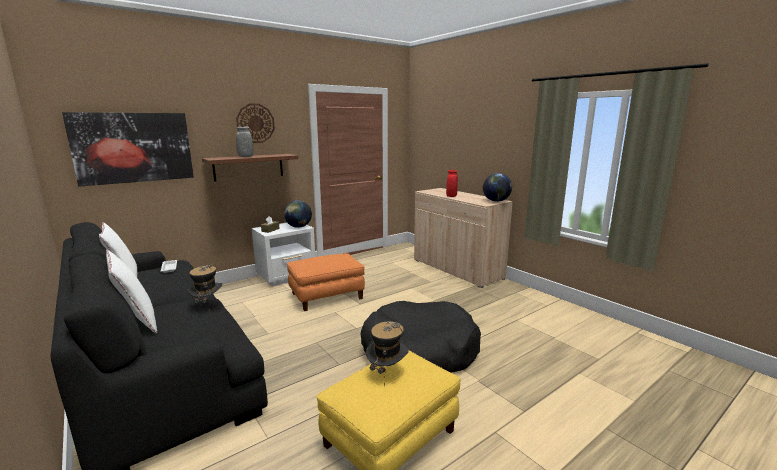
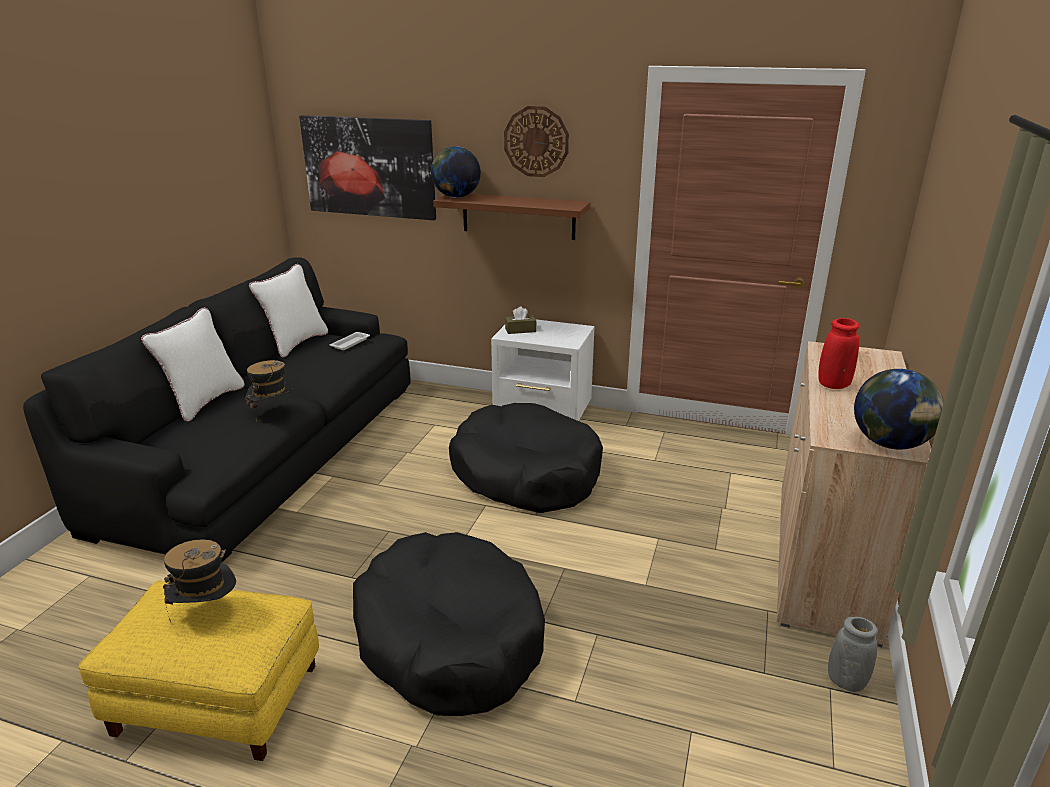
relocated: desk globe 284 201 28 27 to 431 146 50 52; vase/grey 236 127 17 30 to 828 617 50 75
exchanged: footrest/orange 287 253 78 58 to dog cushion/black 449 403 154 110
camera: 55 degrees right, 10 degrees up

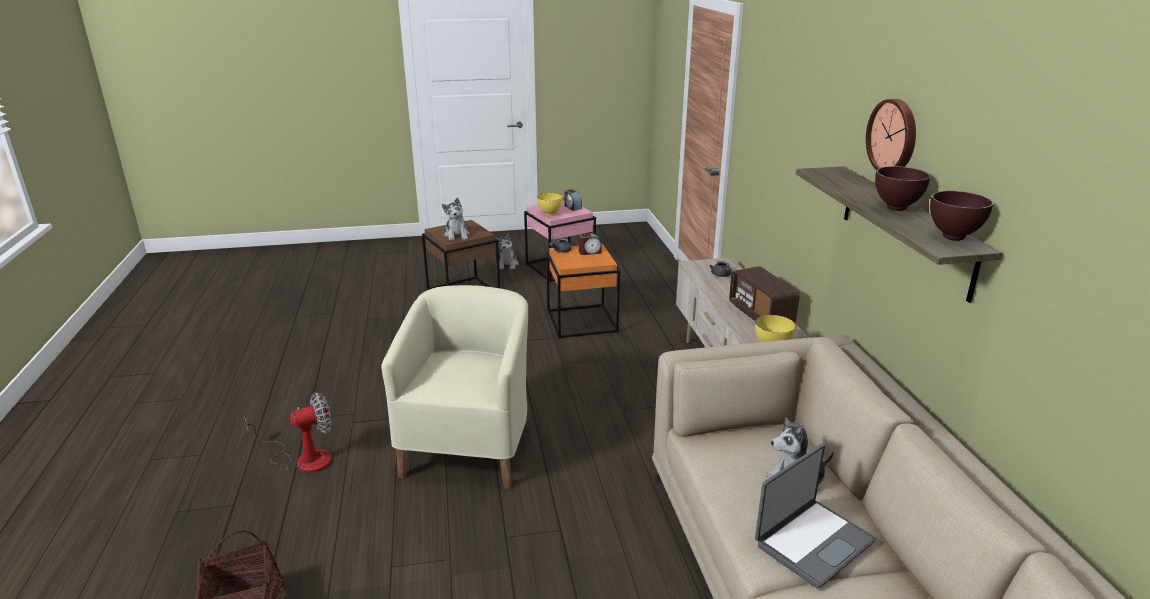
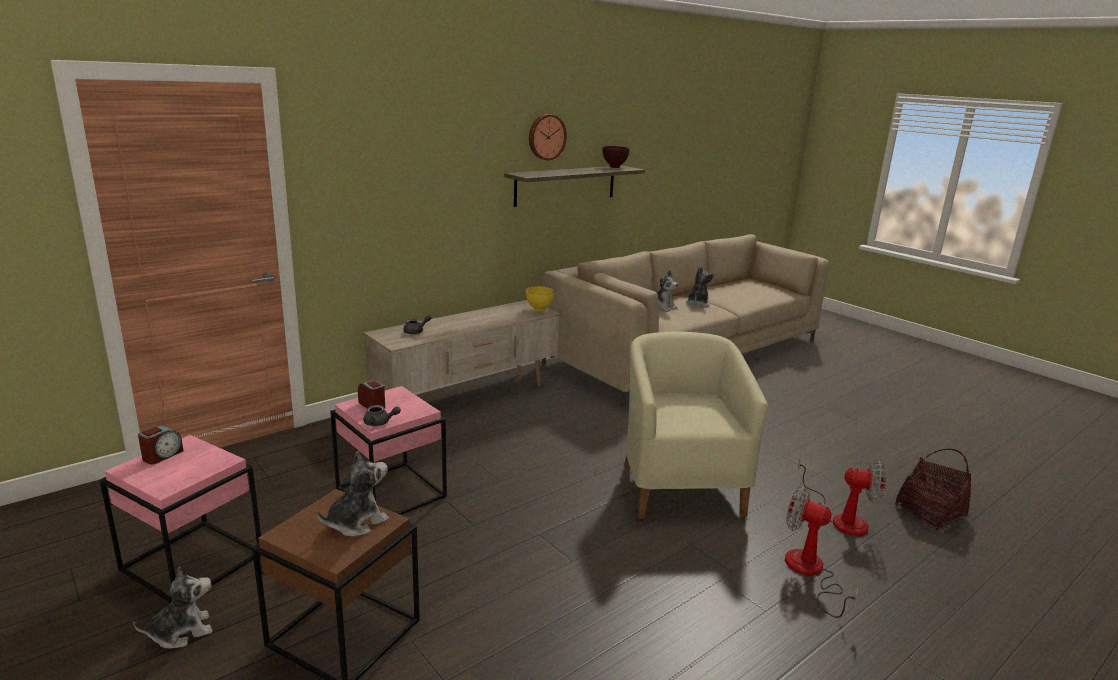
missing: deep dish/yellowish 537 193 26 23; radio 729 266 71 56; deep dish/brown 875 166 56 45
appeared: electric fan 798 457 89 79
exchanged: laptop 755 444 121 145 to soft toy 686 266 29 41
colour: accent table/orange 546 244 74 95 to accent table/pinkish 330 386 117 129
spun: armchair/beige-coloured 382 285 146 204 = 624 332 144 187 105 degrees clockwise
camera: 120 degrees left, 5 degrees down

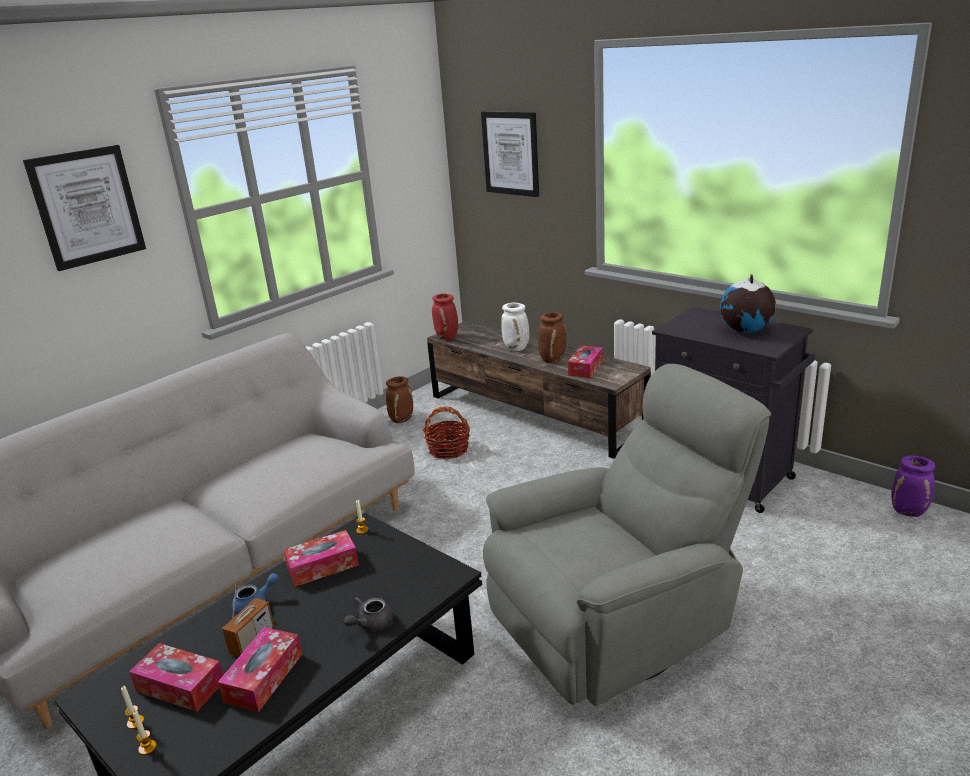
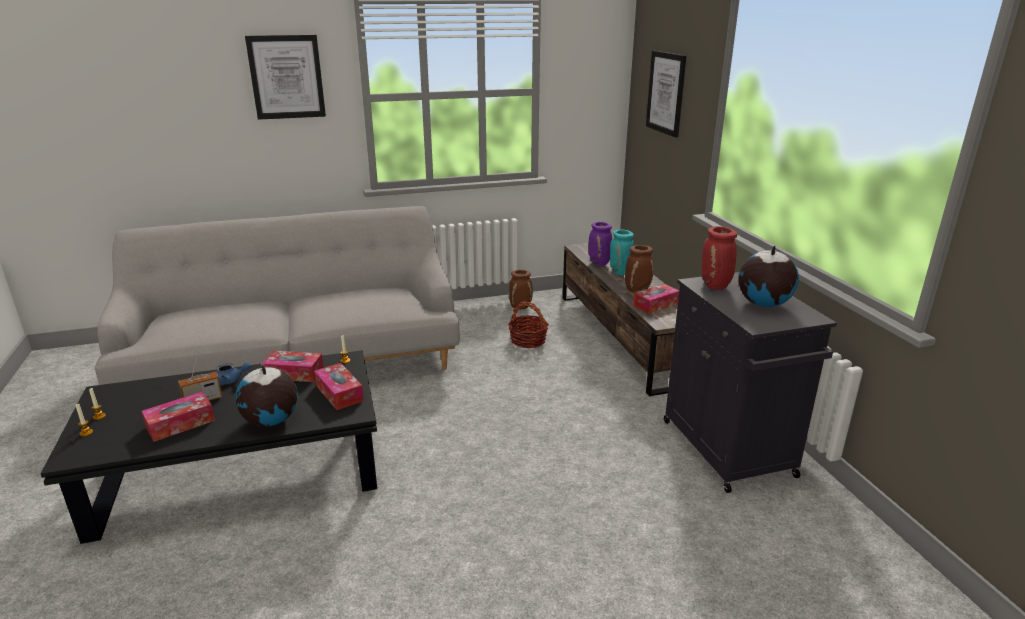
missing: armchair/grey 483 364 288 342
relocated: box of tissues 129 643 94 69 to 314 363 50 47; vase/purplish 891 455 44 62 to 589 222 23 44; vase/red-coloured 432 294 26 46 to 702 226 35 64
exchanged: tea pot/grey 344 597 49 34 to desk globe 235 364 63 63
colour: vase/white-coloured 501 303 28 48 to vase/turquoise-coloured 610 230 24 45
camera: 30 degrees right, 0 degrees up

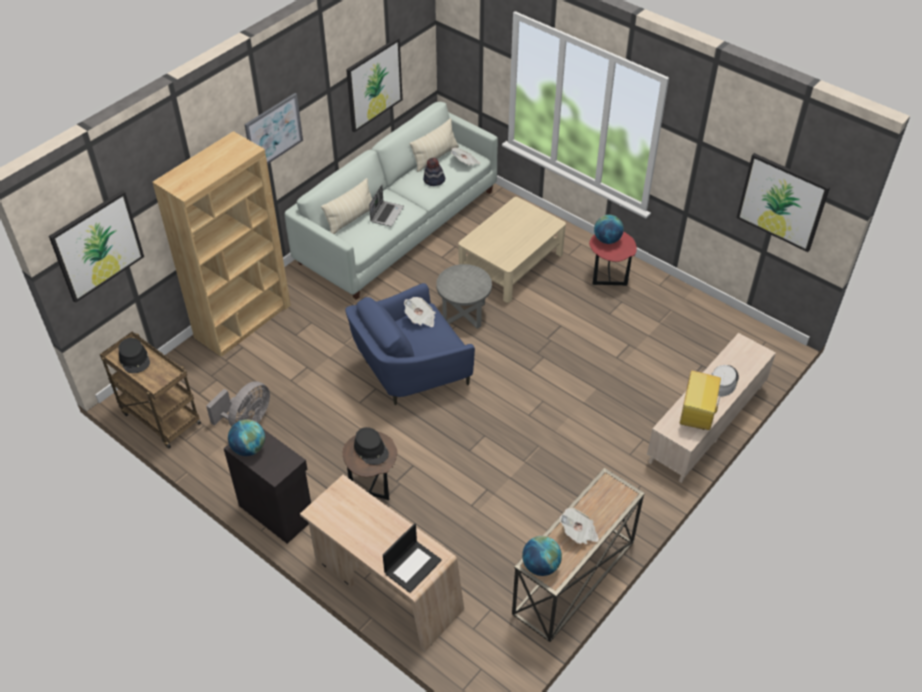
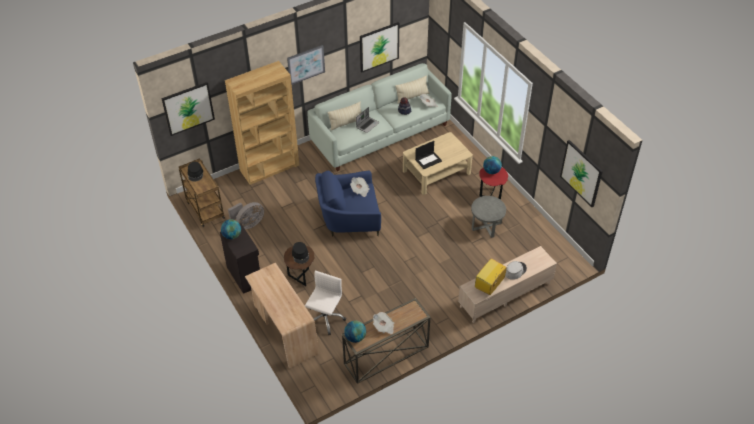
appeared: computer chair/white-coloured 305 271 41 64
relocated: laptop 383 523 59 70 to 415 141 27 28; accent table/grey 436 264 56 65 to 471 196 35 42
camera: 20 degrees right, 0 degrees up

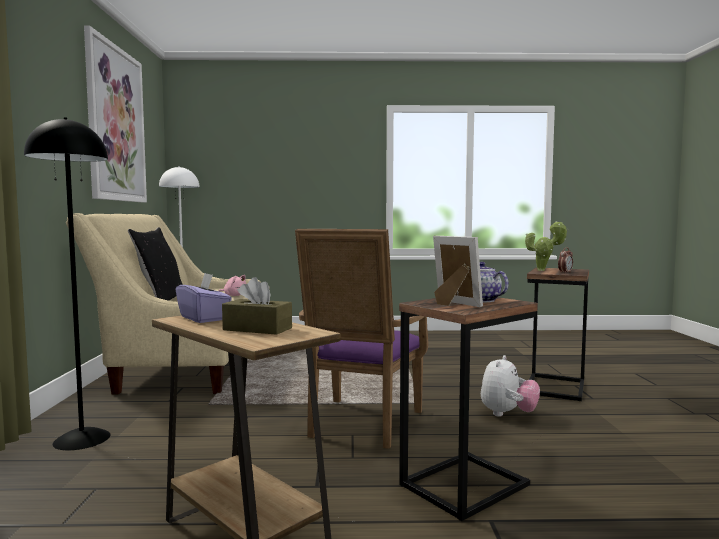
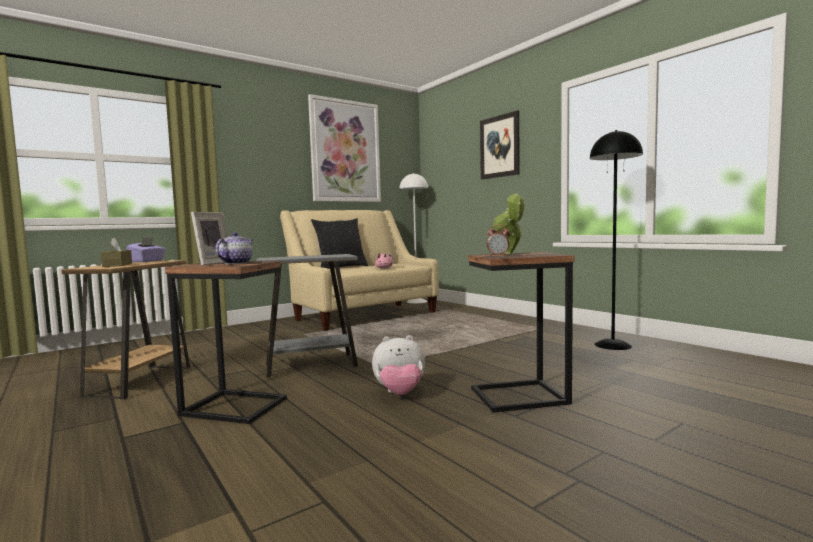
appeared: wall art 480 110 40 70
relocated: standing lamp/black 24 117 87 333 to 590 130 53 220
exchanged: armchair/purplish 295 229 134 220 to accent table/grey 256 254 102 123
camera: 55 degrees right, 0 degrees up

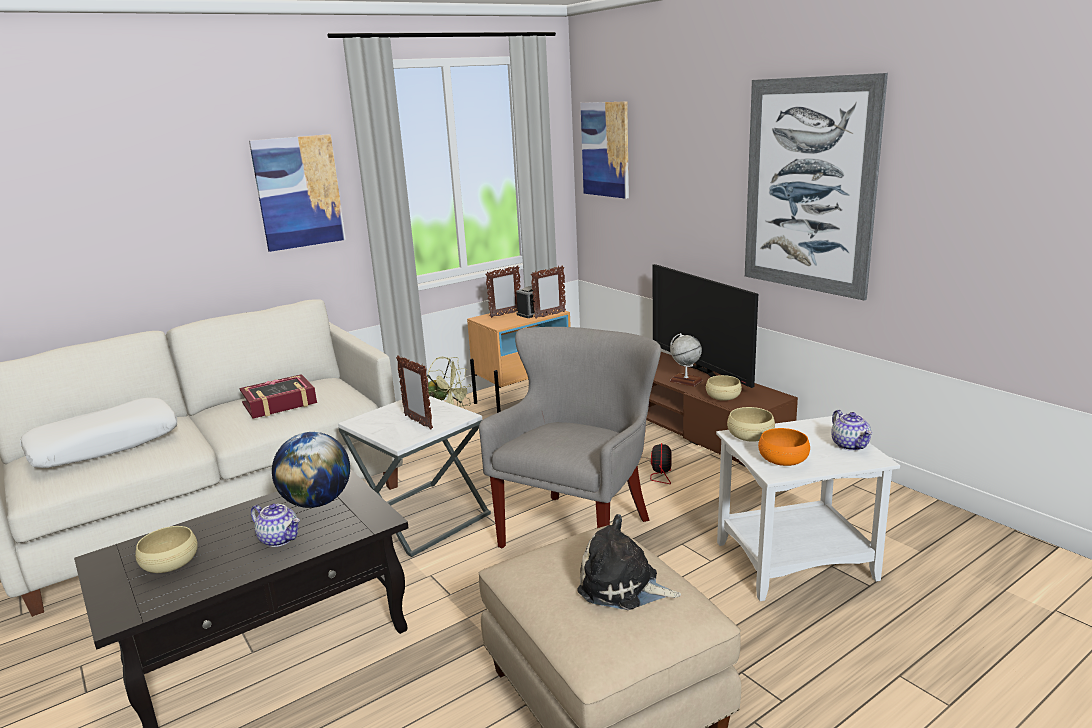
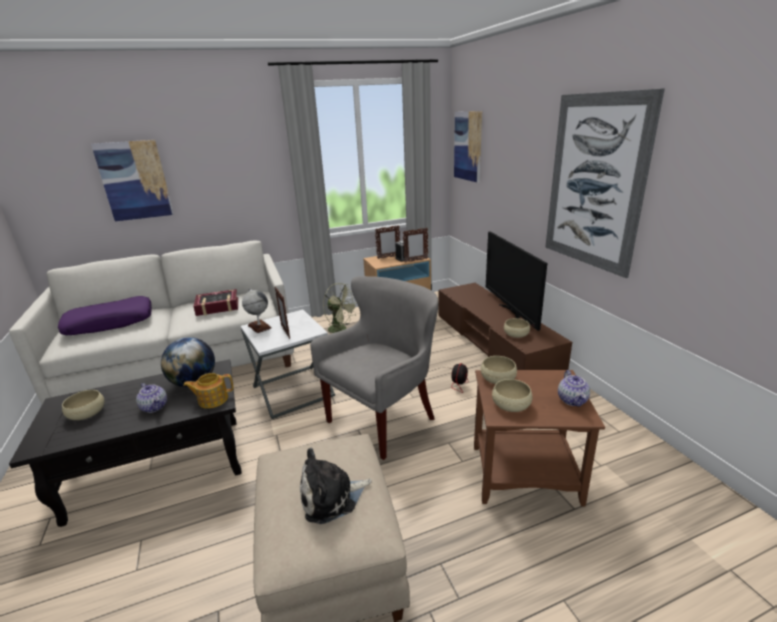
appeared: tea pot 183 373 50 35
relocated: wall art 249 134 97 118 to 91 140 83 81; desk globe 670 333 33 54 to 242 288 29 45
colour: pillow/white-coloured 20 397 157 71 to pillow/purplish 58 296 94 39; accent table/white-coloured 716 416 184 185 to accent table/brown 474 370 131 136; deep dish/orange 758 428 52 38 to deep dish/beige-coloured 492 379 40 33
spun: soft toy 577 514 104 96 = 300 448 72 76 60 degrees counterclockwise
camera: 15 degrees right, 5 degrees up

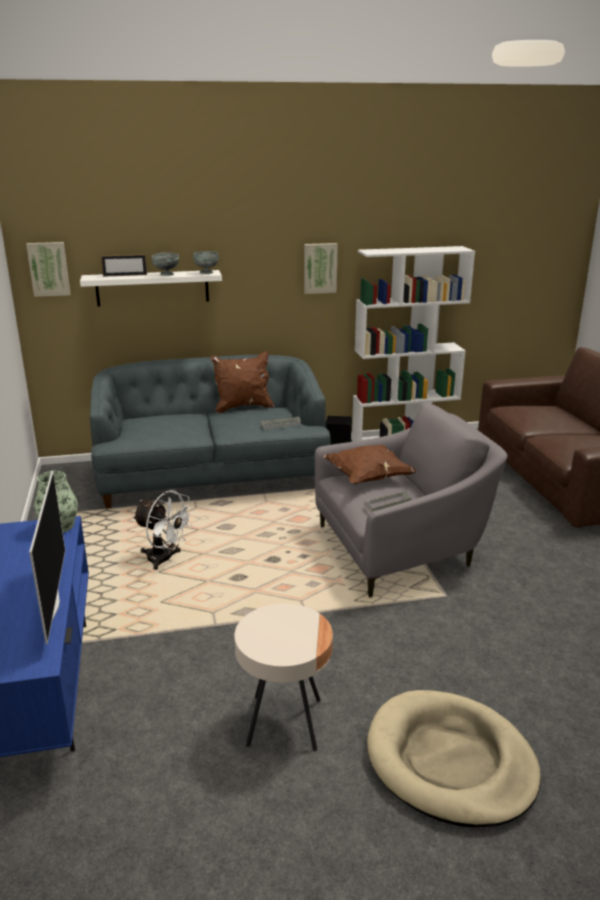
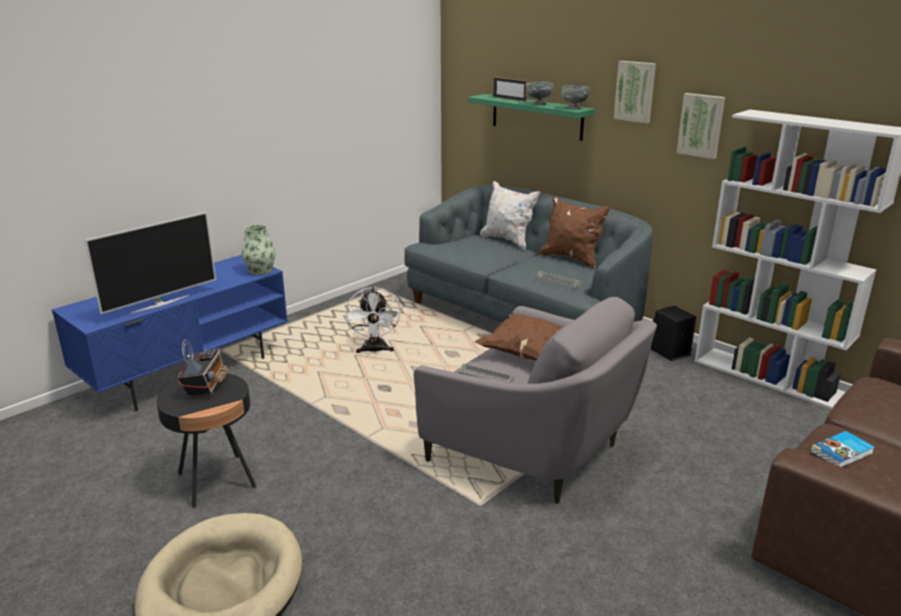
appeared: radio 178 340 50 58; pillow/white-coloured 480 181 60 69; book 810 431 65 36
relocated: wall art 26 242 45 55 to 614 61 42 62
colour: accent table/beige-coloured 234 604 99 147 to accent table/black 156 373 100 135; shelf/white-coloured 80 270 142 37 to shelf/green 468 94 127 47
camera: 55 degrees right, 0 degrees up

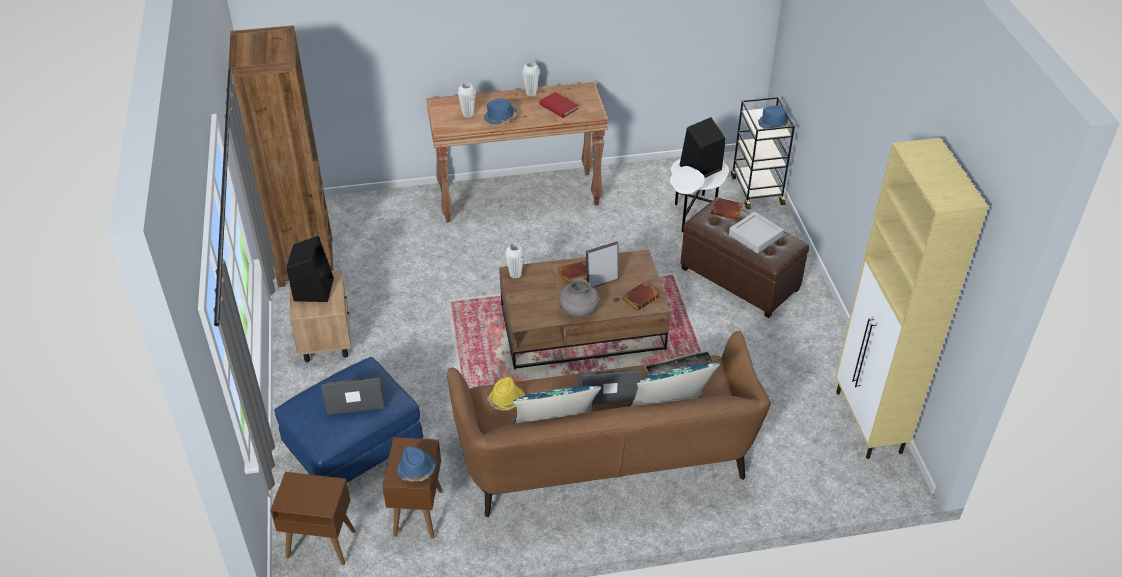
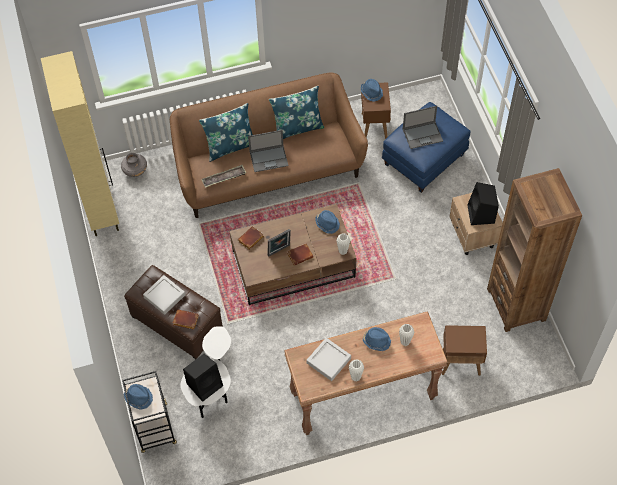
missing: wearable hat/yellowish 487 377 38 33
appeared: wearable hat/blue 315 210 25 24
relocated: vase/grey 559 278 40 39 to 121 153 26 24; accent table/brown 270 472 86 93 to 442 325 45 51
exchanged: book/red-coloured 539 92 39 26 to serving tray/grey 307 338 44 43
camera: 175 degrees right, 15 degrees up

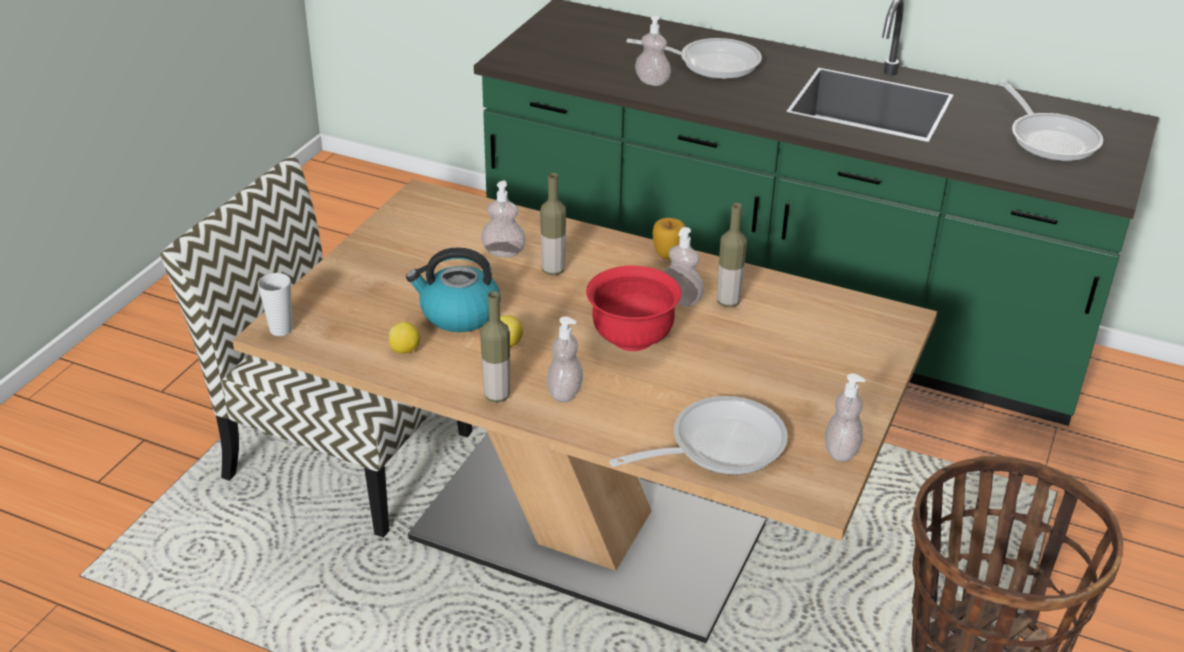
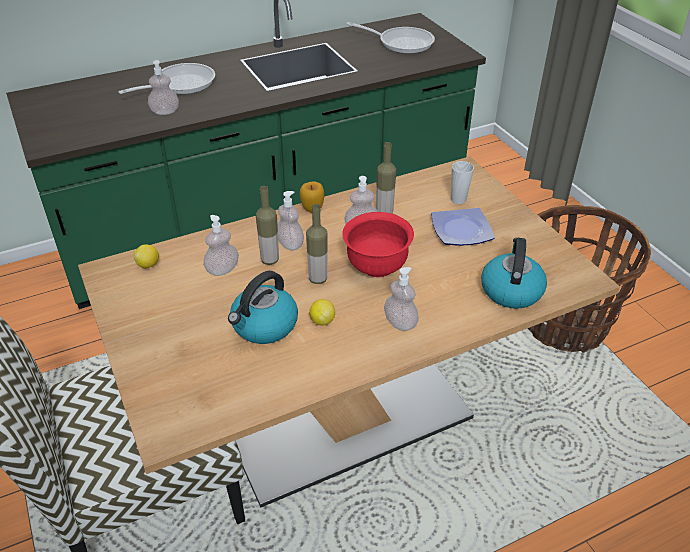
appeared: flat dish 431 208 64 38
relocated: citrus fruit 389 322 31 32 to 134 244 25 24; soap dispenser 825 373 41 89 to 277 191 27 59; beverage bottle 480 291 30 112 to 306 204 22 80; drinking cup 258 273 35 63 to 451 161 23 43
exchanged: pan 609 396 179 79 to kettle 481 238 66 71
camera: 50 degrees left, 5 degrees up

